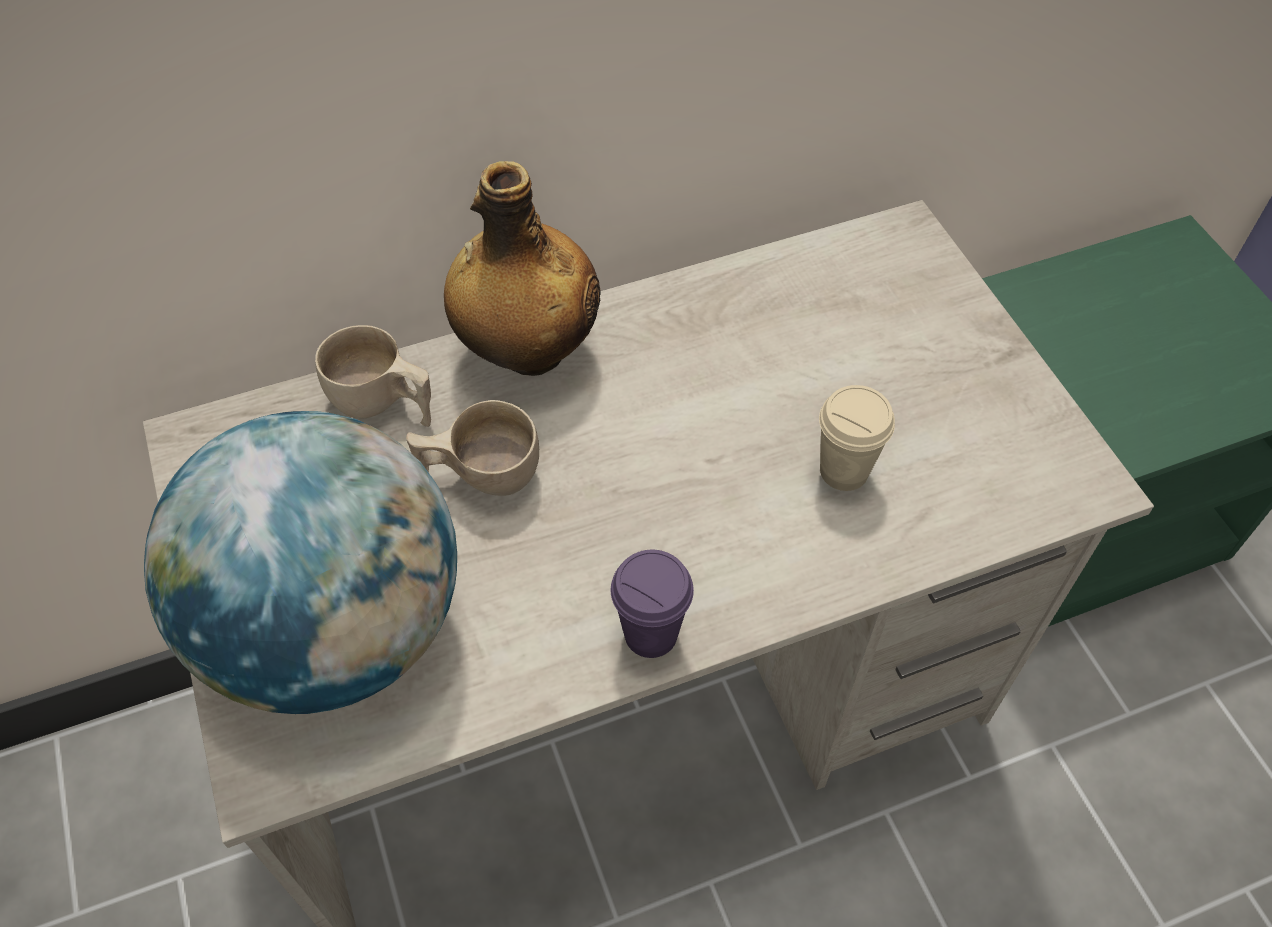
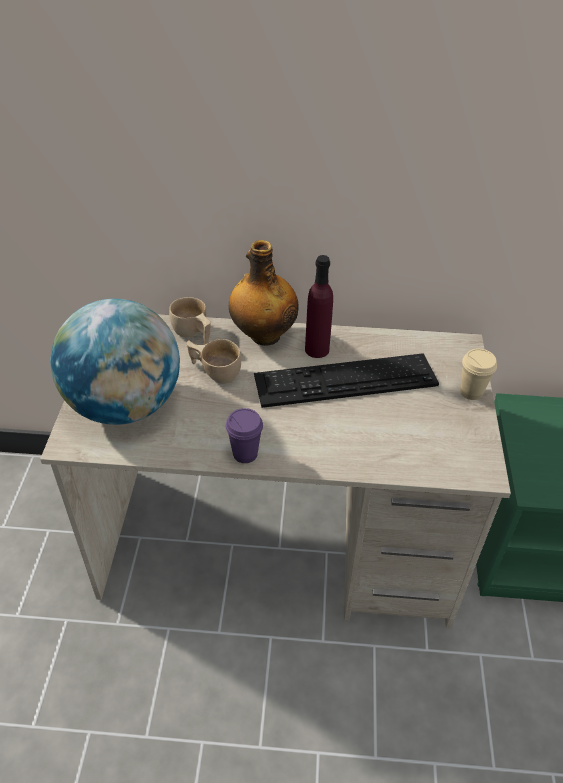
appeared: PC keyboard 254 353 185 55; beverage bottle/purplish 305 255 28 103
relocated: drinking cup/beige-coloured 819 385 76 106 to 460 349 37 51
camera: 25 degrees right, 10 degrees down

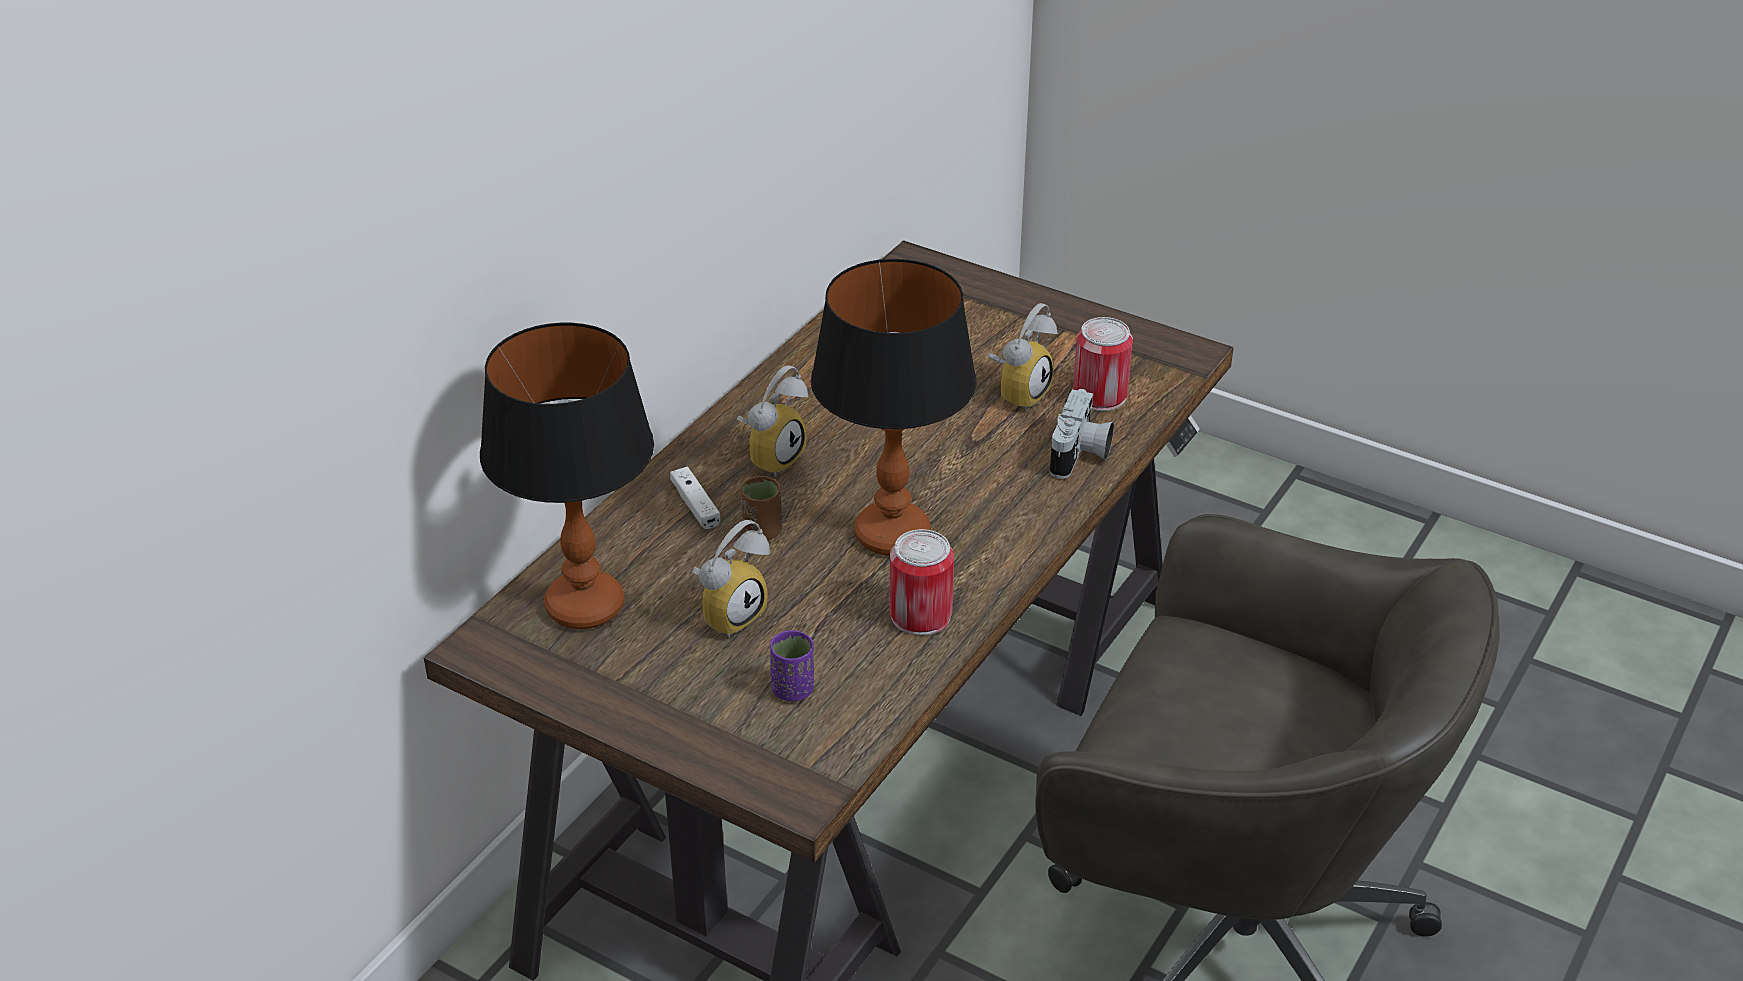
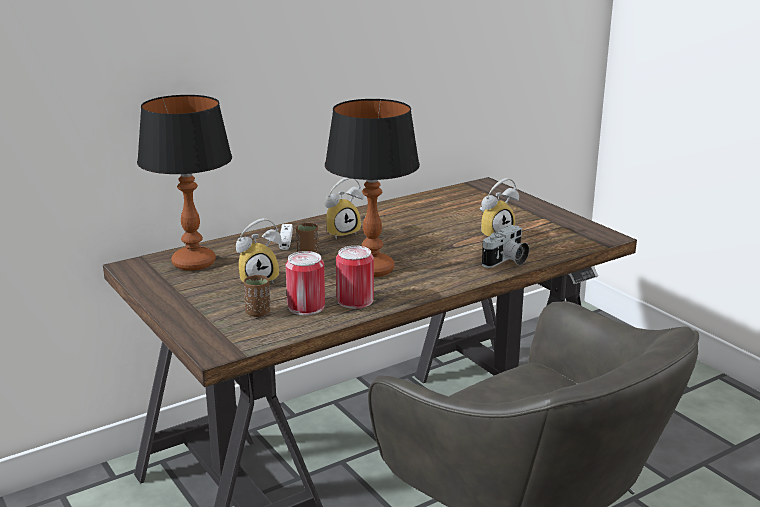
relocated: metal can 1073 317 60 94 to 286 251 39 64
colour: drinking cup/purplish 770 630 44 71 to drinking cup/brown 244 275 26 42
camera: 25 degrees right, 15 degrees down

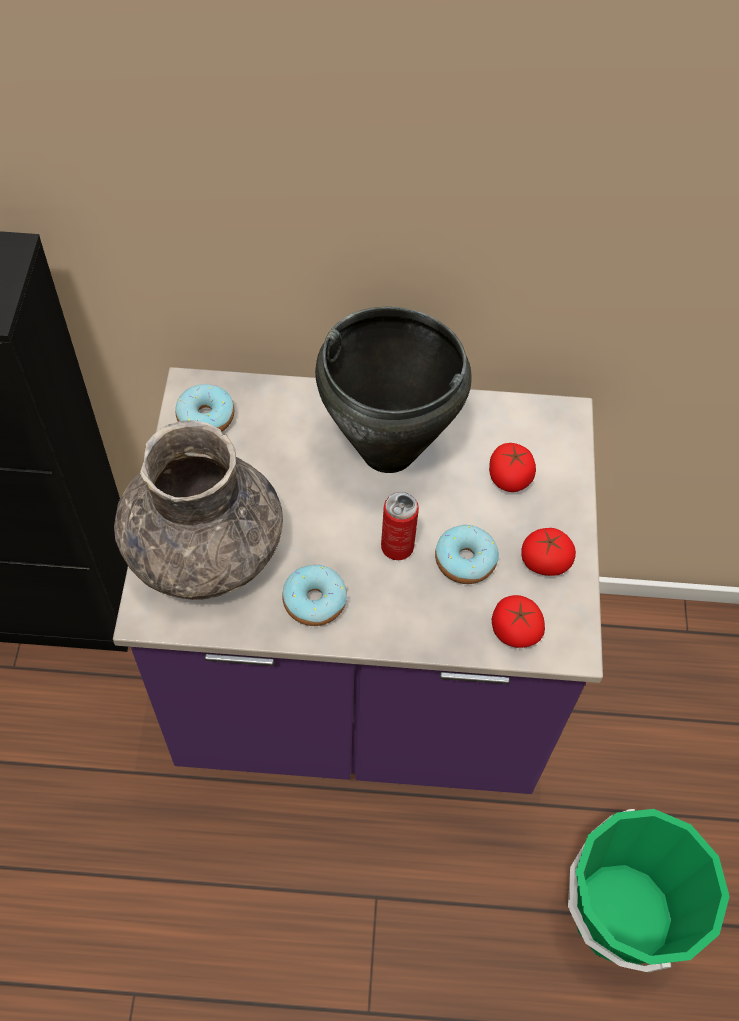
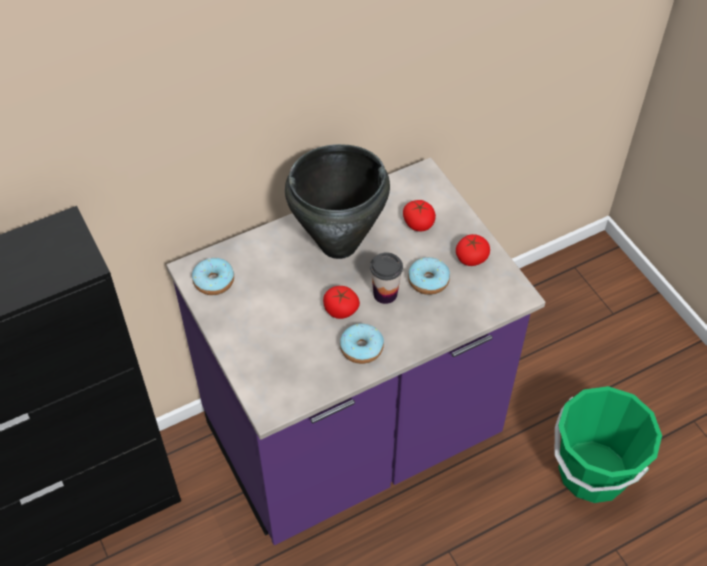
missing: vase/grey 114 420 169 180
relocated: tomato 492 595 53 53 to 323 286 37 33
exchanged: metal can 381 492 38 68 to drinking cup 370 252 33 52
camera: 30 degrees left, 5 degrees down

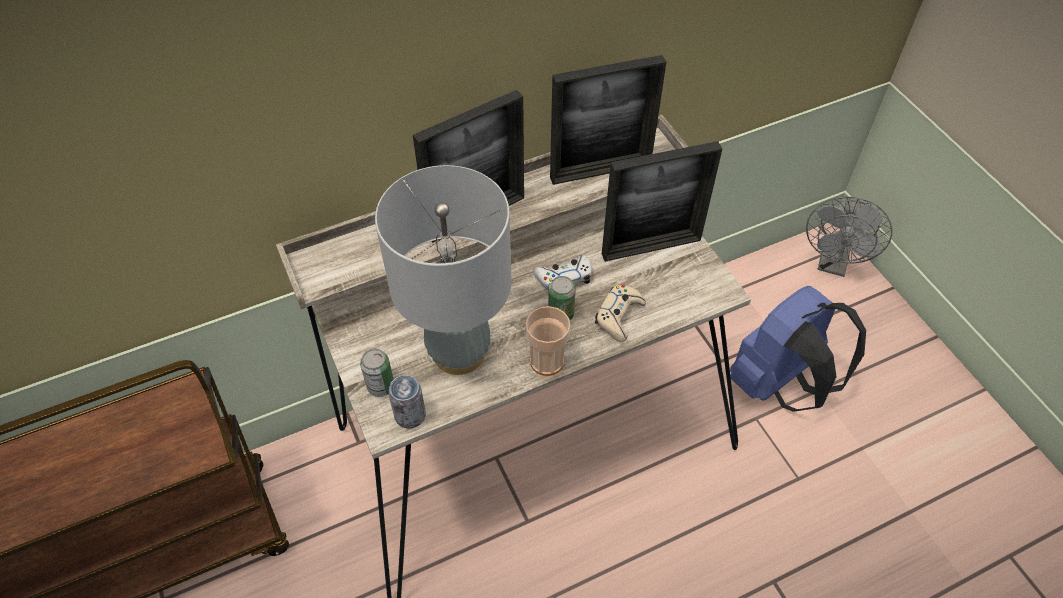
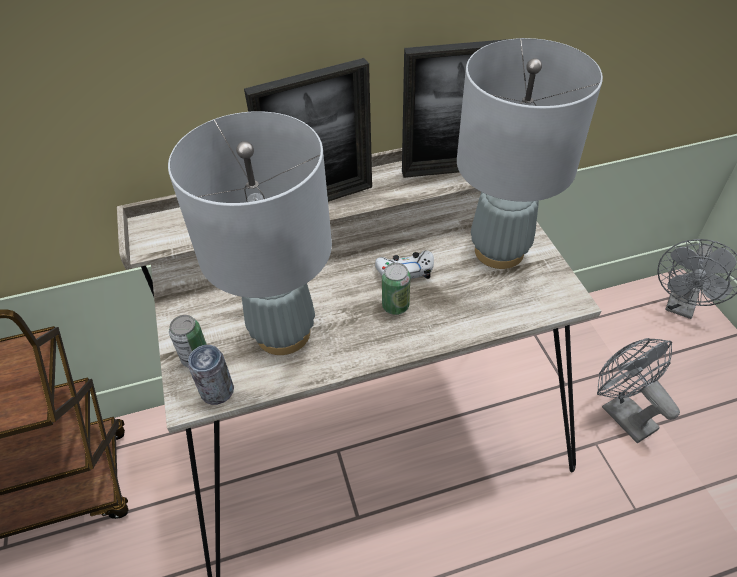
missing: drinking cup 525 306 46 70; gamepad/beige-coloured 595 285 51 57
exchanged: photo frame 602 141 120 121 to lamp for a table/grey 457 38 146 231; knapsack/blue 730 286 136 125 to electric fan/grey 597 338 83 105
camera: 10 degrees right, 5 degrees down

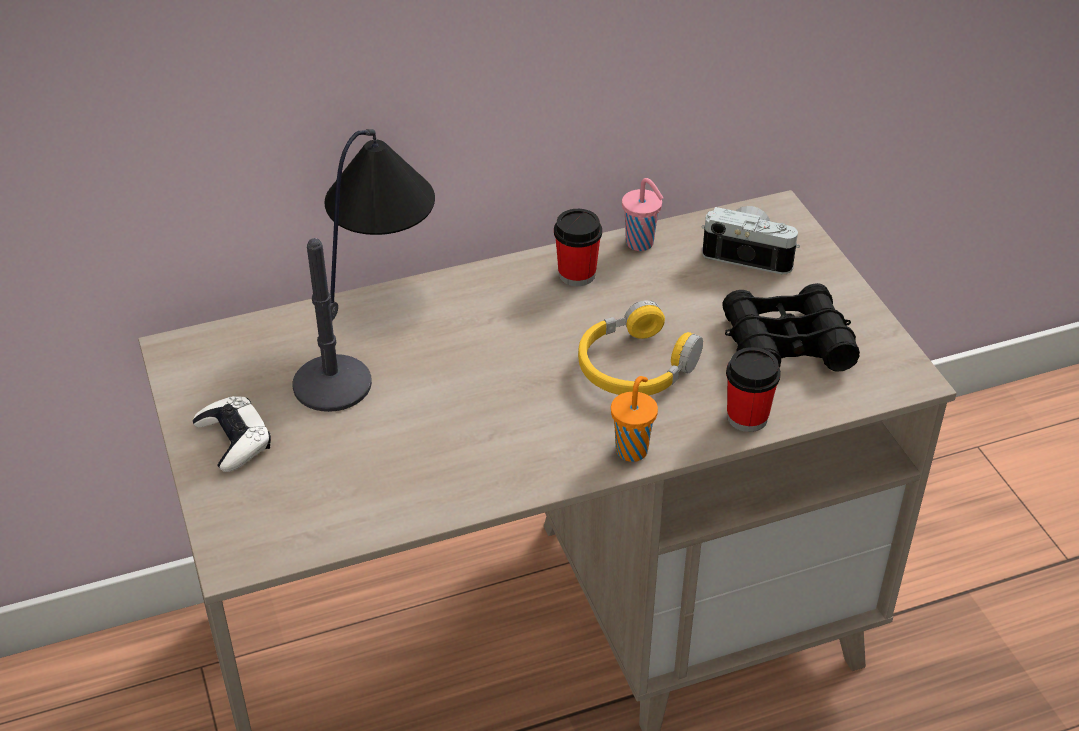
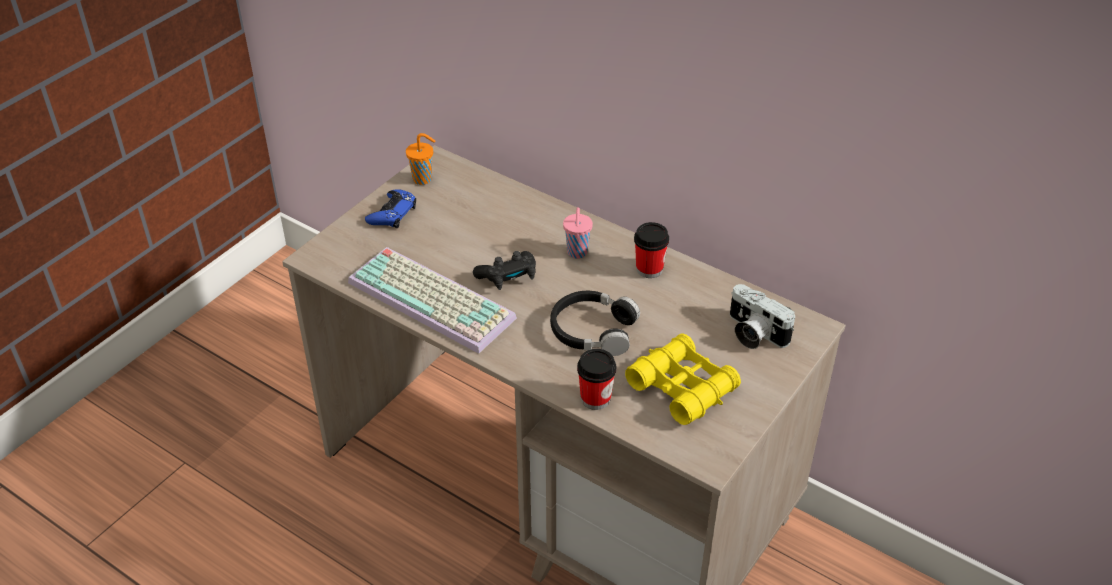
missing: lamp for a table 293 129 142 283
appeared: PC keyboard 348 247 169 107; gamepad/black 473 251 63 39
relocated: drinking cup/orange 611 376 47 86 to 406 133 29 52; drinking cup/pinkish 622 178 41 73 to 563 207 30 52
colour: gamepad/white-coloured 193 396 78 76 to gamepad/blue 365 189 51 39; headset/yellowish 578 300 125 95 to headset/black 550 291 90 65; field glasses/black 723 283 137 89 to field glasses/yellowish 625 334 116 91
spun: still camera 701 206 99 68 = 730 284 65 65 150 degrees clockwise
camera: 55 degrees right, 0 degrees up

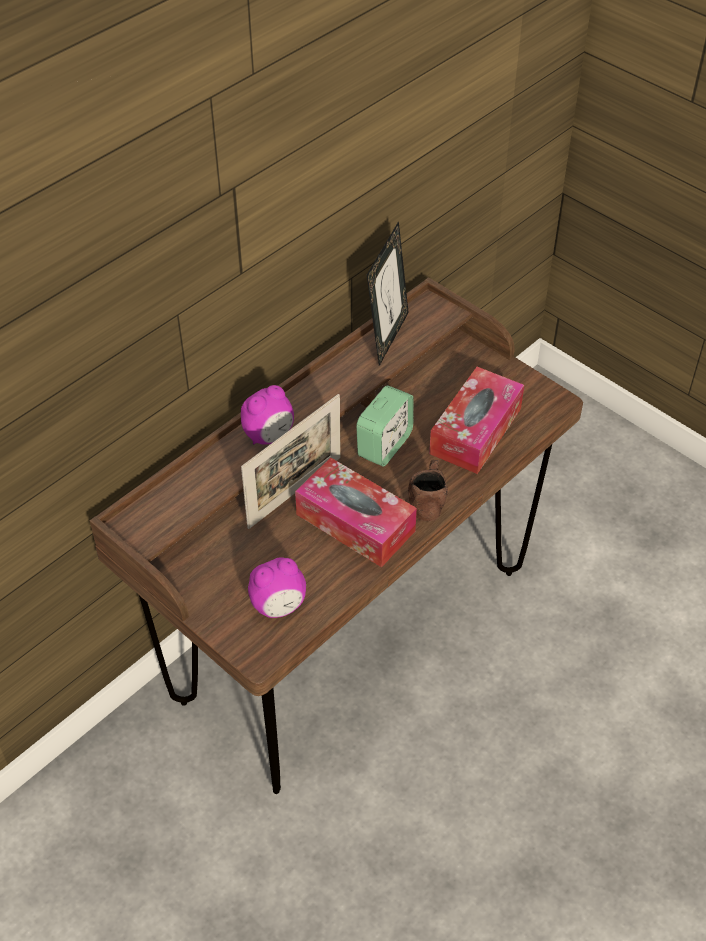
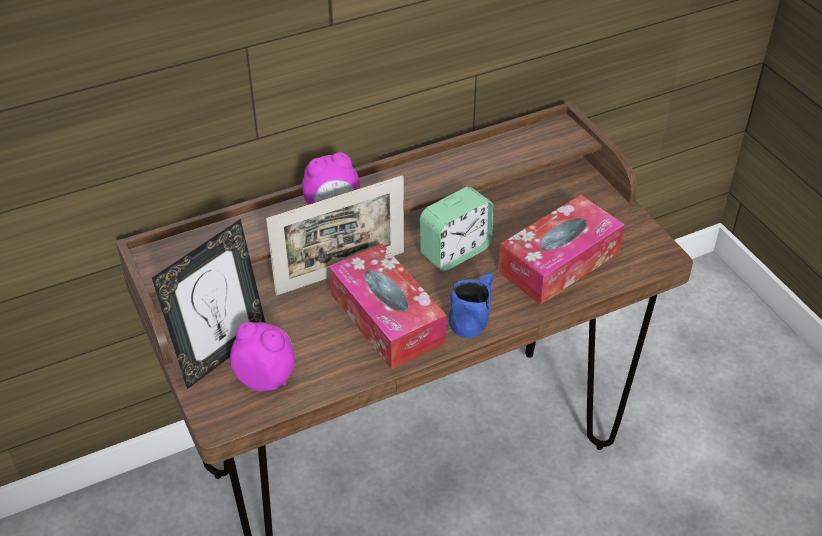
relocated: photo frame 367 221 42 145 to 152 219 113 170
colour: tea mug/brown 408 460 40 62 to tea mug/blue 449 273 45 65
spun: alarm clock 248 558 58 60 = 230 322 65 70 150 degrees counterclockwise
camera: 20 degrees right, 5 degrees down

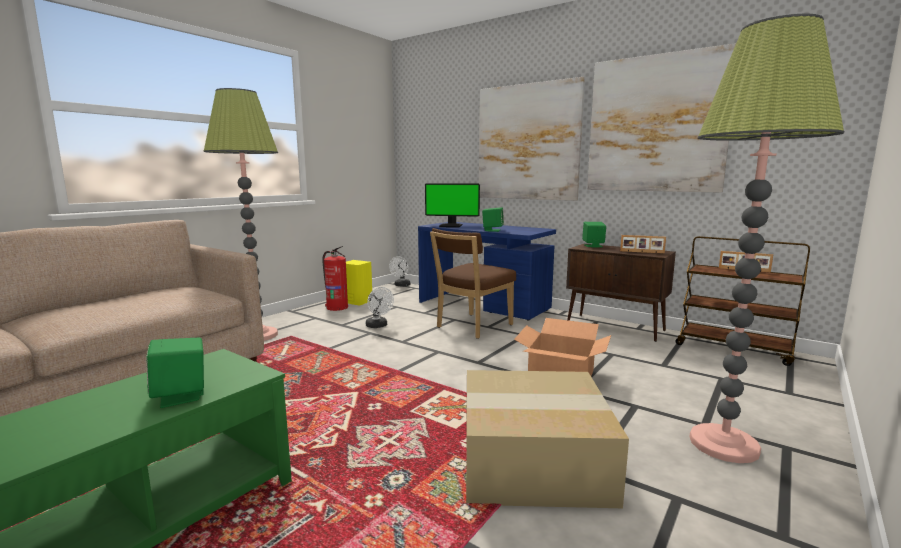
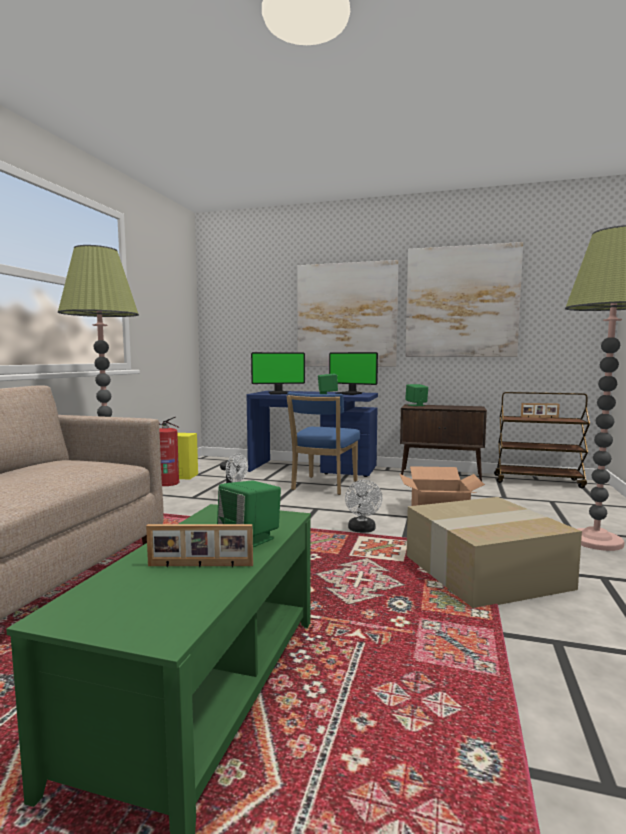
appeared: computer display 329 352 49 43
relocated: photo frame 620 235 46 19 to 146 524 107 43; electric fan/white-coloured 389 256 21 30 to 345 480 37 52
colour: plain chair/brown 430 228 86 111 to plain chair/blue 287 392 73 103
camera: 20 degrees left, 5 degrees down

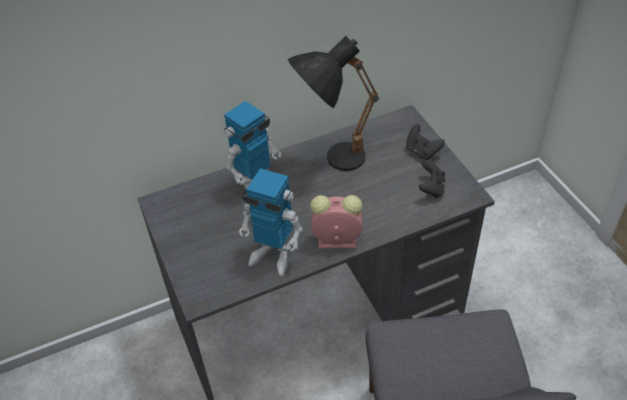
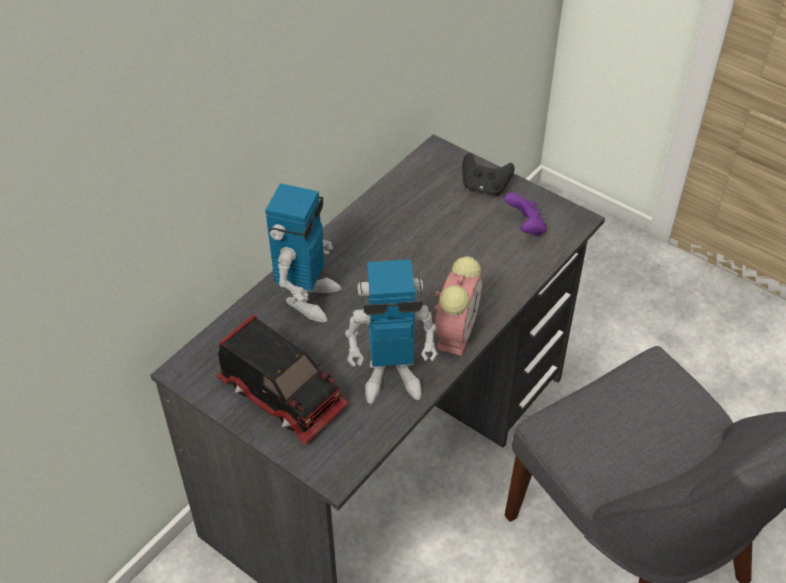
missing: lamp for a table/black 288 36 91 135
appeared: toy lorry 216 315 133 129
colour: gamepad/black 419 160 26 38 to gamepad/purplish 504 192 43 45
spun: alarm clock 310 195 53 53 = 435 256 47 100 135 degrees clockwise
camera: 30 degrees left, 0 degrees up

